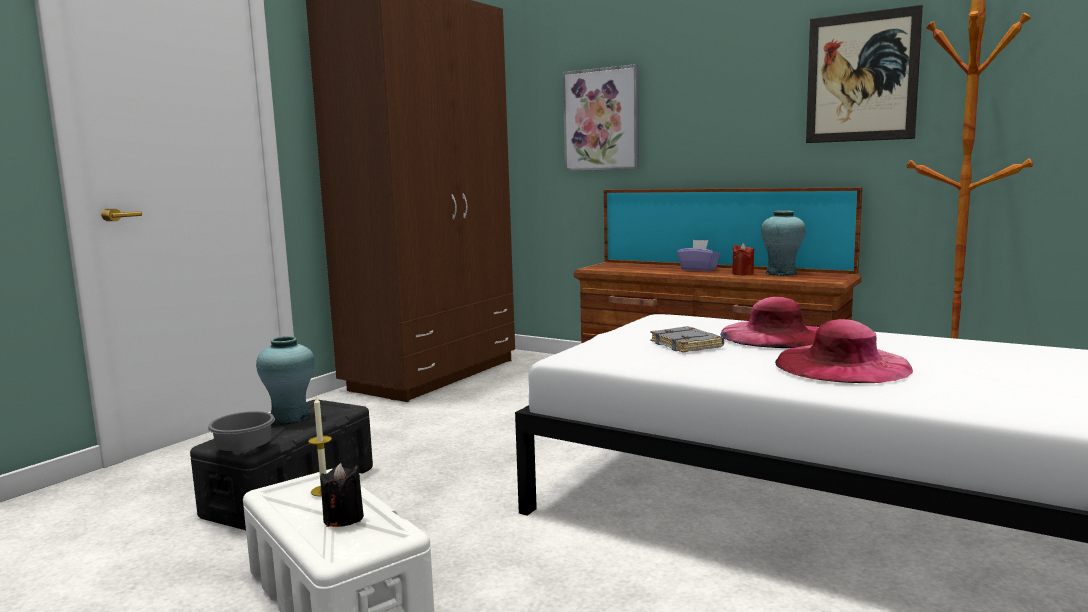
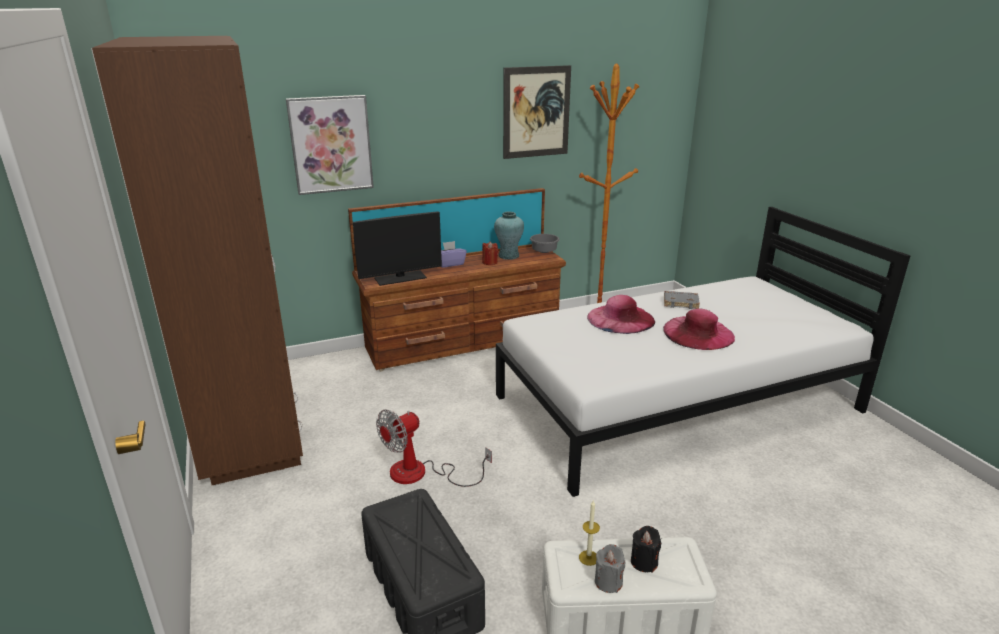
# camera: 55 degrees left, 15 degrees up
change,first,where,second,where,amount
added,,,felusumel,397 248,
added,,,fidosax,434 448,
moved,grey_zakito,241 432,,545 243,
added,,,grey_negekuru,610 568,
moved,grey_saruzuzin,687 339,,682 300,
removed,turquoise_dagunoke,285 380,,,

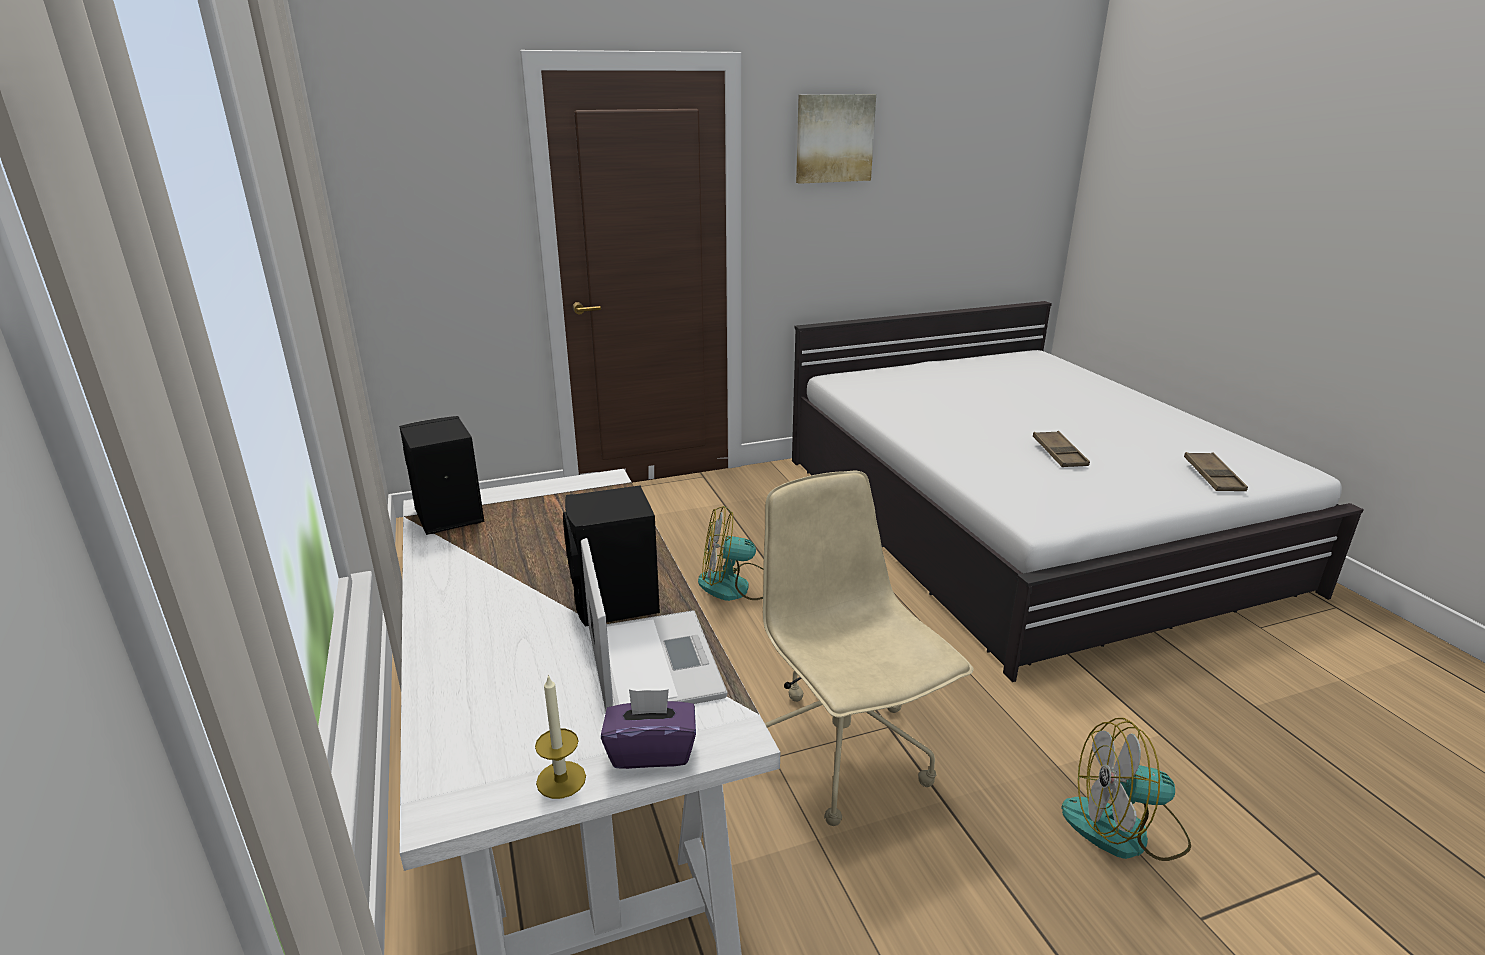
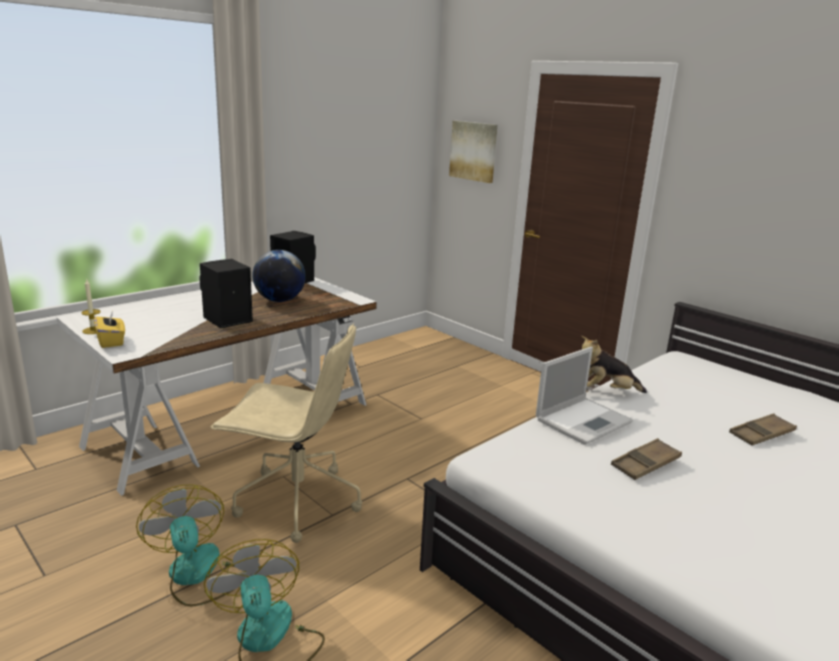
# camera: 65 degrees right, 5 degrees down
change,first,where,second,where,amount
recoloured,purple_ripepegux,648 729,yellow_ripepegux,109 329,
moved,fidosax,731 553,,185 545,
turned,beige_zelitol,868 648,,286 433,60 degrees clockwise
added,,,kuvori,279 276,
moved,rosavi,836 139,,473 152,
moved,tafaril,654 624,,584 396,
added,,,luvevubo,614 364,
moved,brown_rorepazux,1216 471,,763 429,

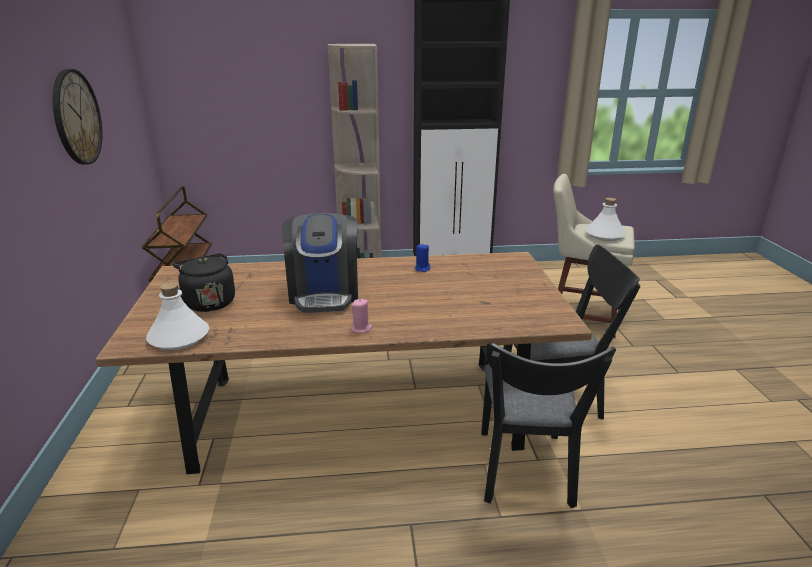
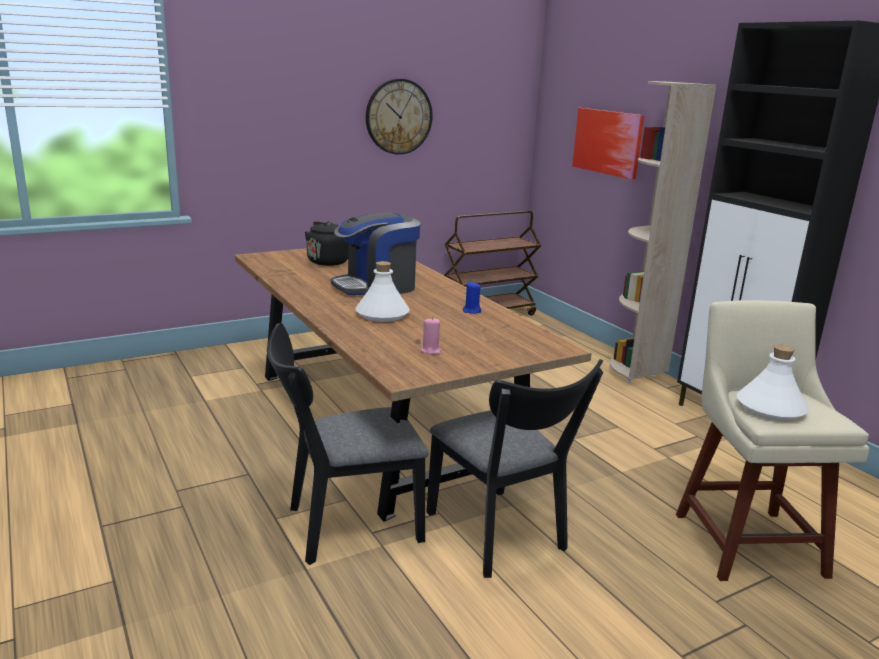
# camera: 65 degrees right, 5 degrees down
change,first,where,second,where,amount
moved,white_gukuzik,177 316,,382 291,
moved,pink_negekuru,361 316,,431 336,
added,,,rosavi,608 144,

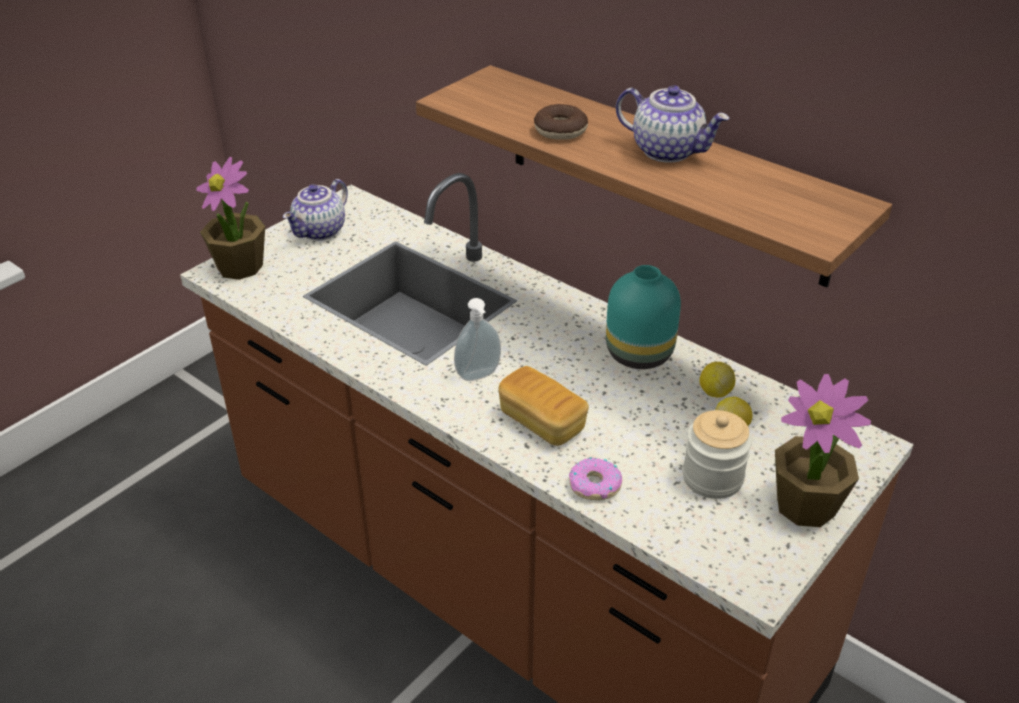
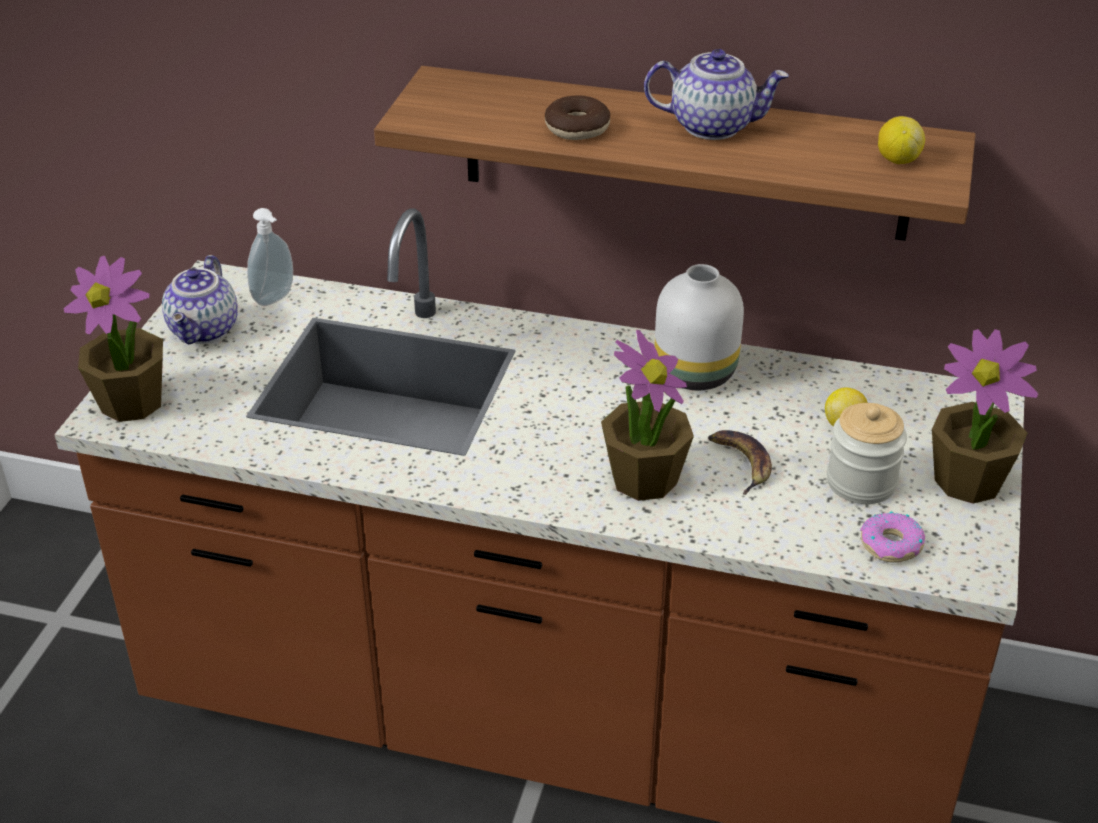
# camera: 25 degrees left, 0 degrees up
change,first,where,second,where,amount
moved,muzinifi,477 339,,270 257,
replaced,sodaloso,543 406,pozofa,647 415,
recoloured,turquoise_dagunoke,643 317,white_dagunoke,699 327,
added,,,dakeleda,740 462,
moved,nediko,595 479,,892 537,
moved,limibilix,717 379,,901 140,

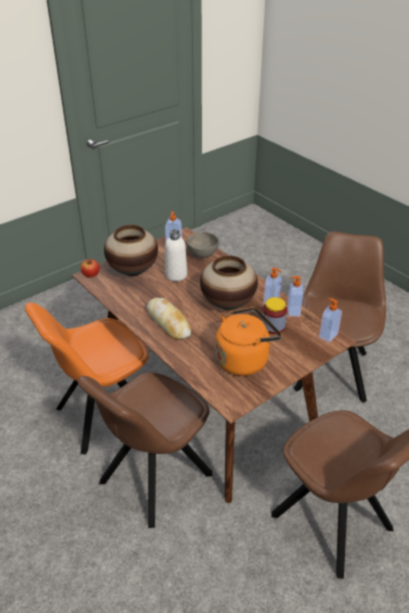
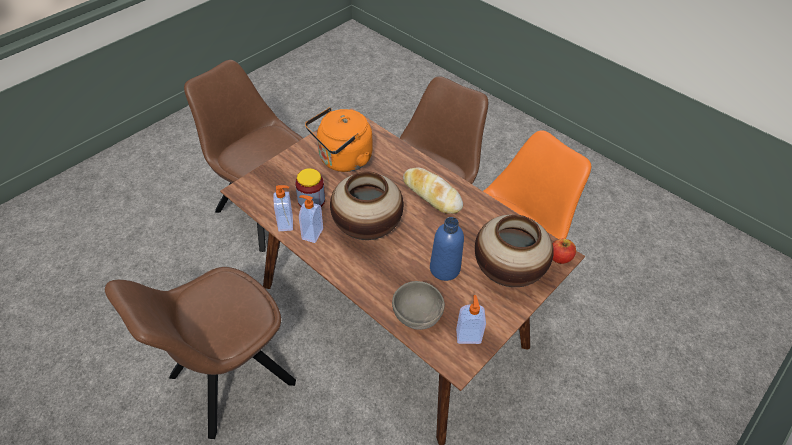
# camera: 170 degrees right, 10 degrees up
change,first,where,second,where,amount
turned,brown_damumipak,340 317,,200 353,45 degrees clockwise
recoloured,white_gukuzik,176 255,blue_gukuzik,447 249,
removed,muzinifi,330 320,,,

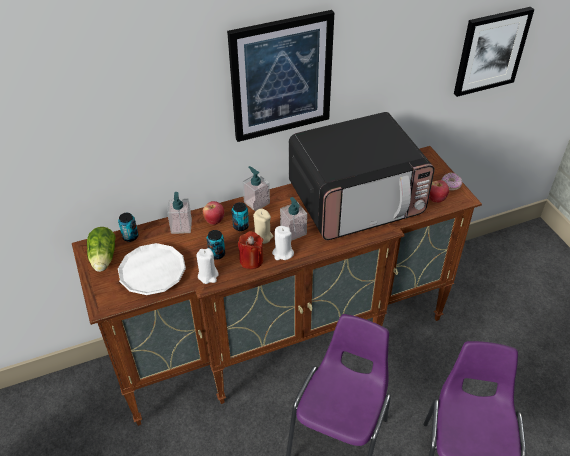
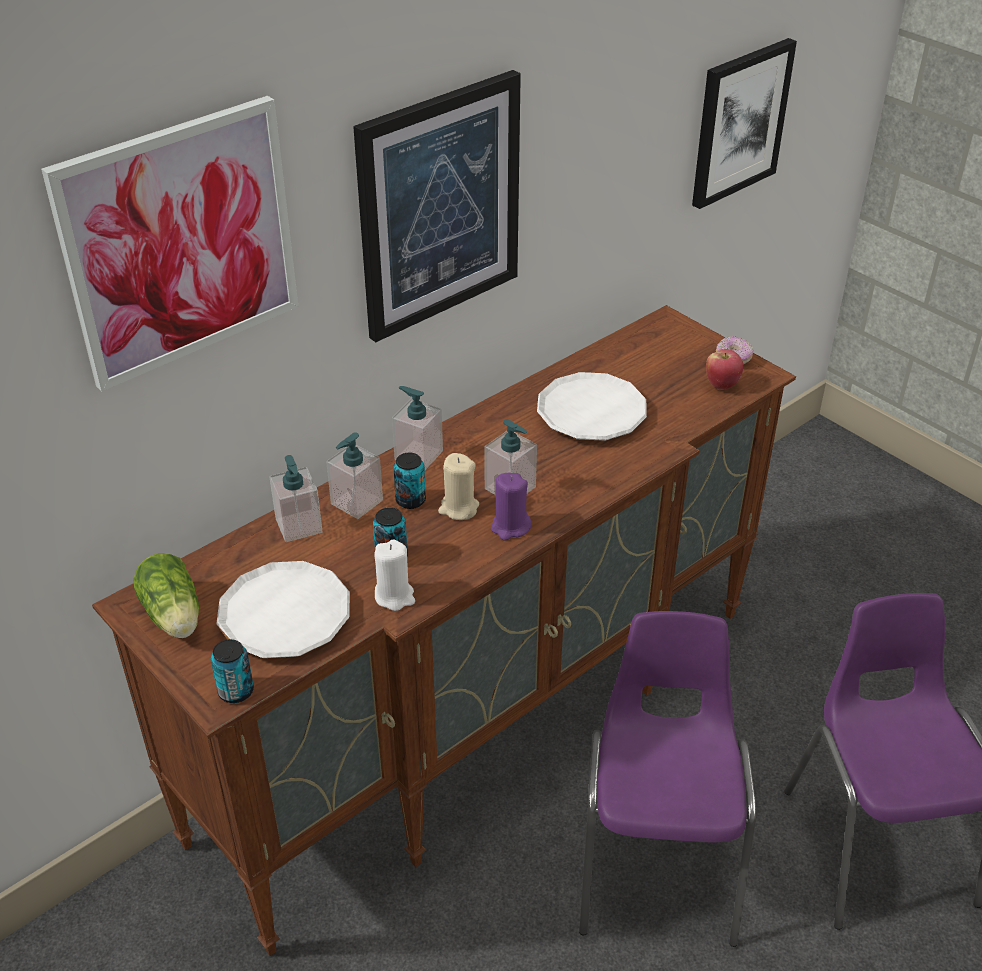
# camera: 20 degrees left, 5 degrees down
change,first,where,second,where,amount
added,,,rosavi,169 243,
moved,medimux,128 227,,232 671,
replaced,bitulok,213 213,muzinifi,354 475,
recoloured,white_negekuru,283 243,purple_negekuru,511 507,
replaced,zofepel,362 176,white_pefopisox,592 406,
removed,red_negekuru,251 250,,,

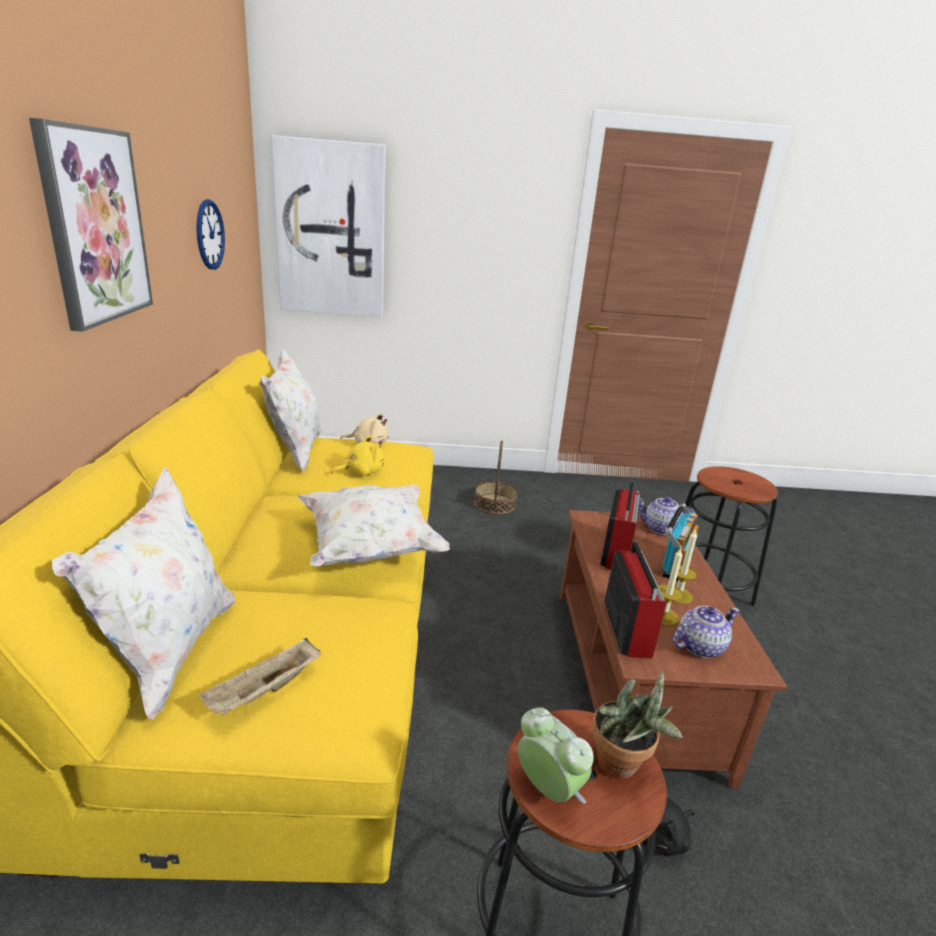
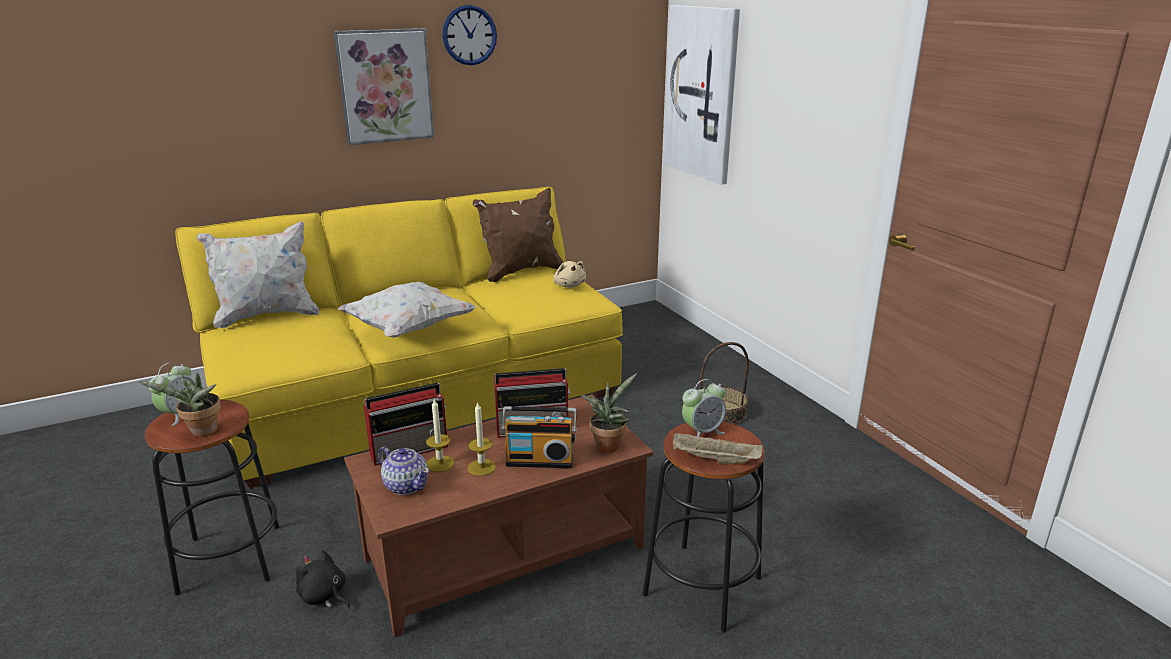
# camera: 65 degrees right, 0 degrees up
change,first,where,second,where,amount
moved,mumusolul,210 234,,469 35,
recoloured,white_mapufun,291 410,brown_mapufun,518 235,
replaced,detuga,667 516,pozofa,609 413,
moved,beige_rorepazux,260 677,,718 448,
added,,,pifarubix,704 408,
removed,yellow_luvevubo,358 455,,,

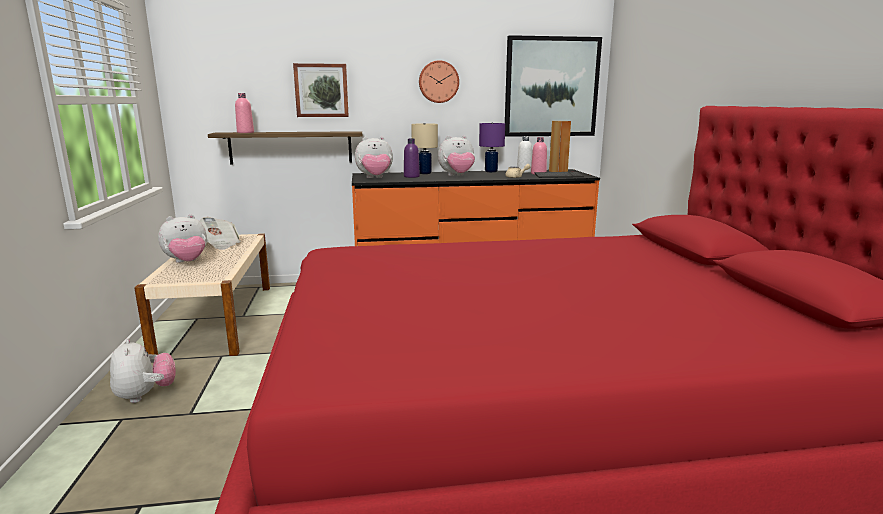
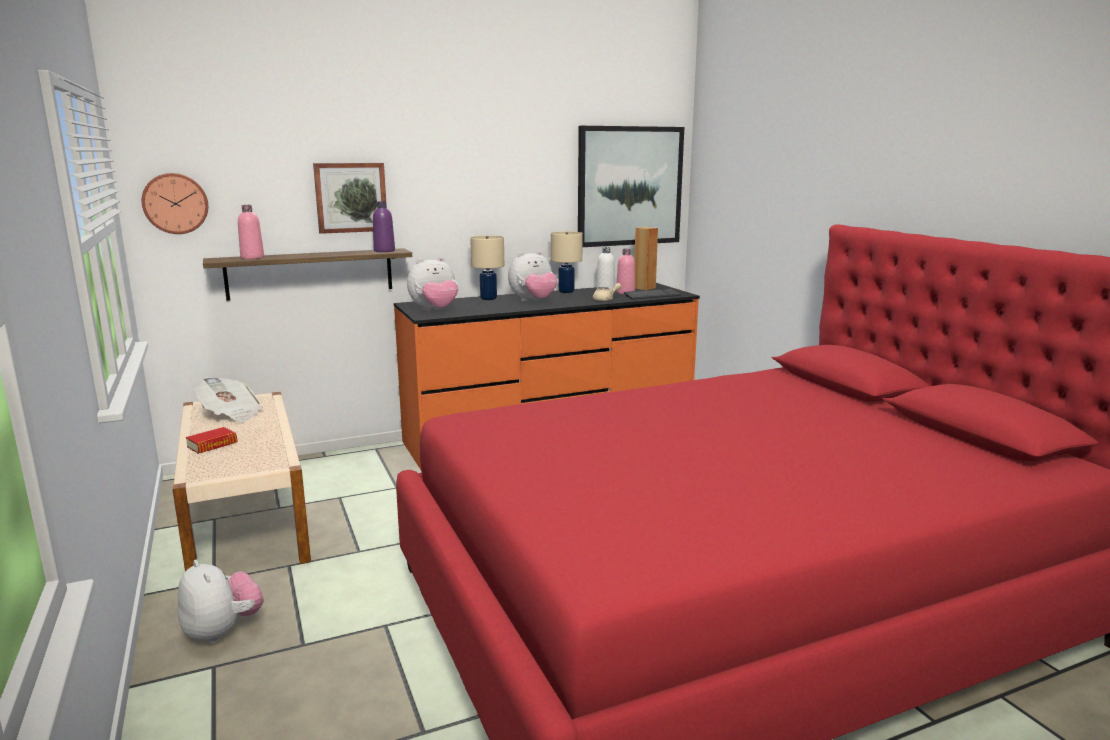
# camera: 15 degrees left, 0 degrees up
change,first,where,second,where,amount
moved,mumusolul,439 81,,175 203,
replaced,luvevubo,182 238,saruzuzin,211 440,
moved,purple_gukuzik,412 158,,384 226,
recoloured,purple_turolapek,492 147,beige_turolapek,567 262,

